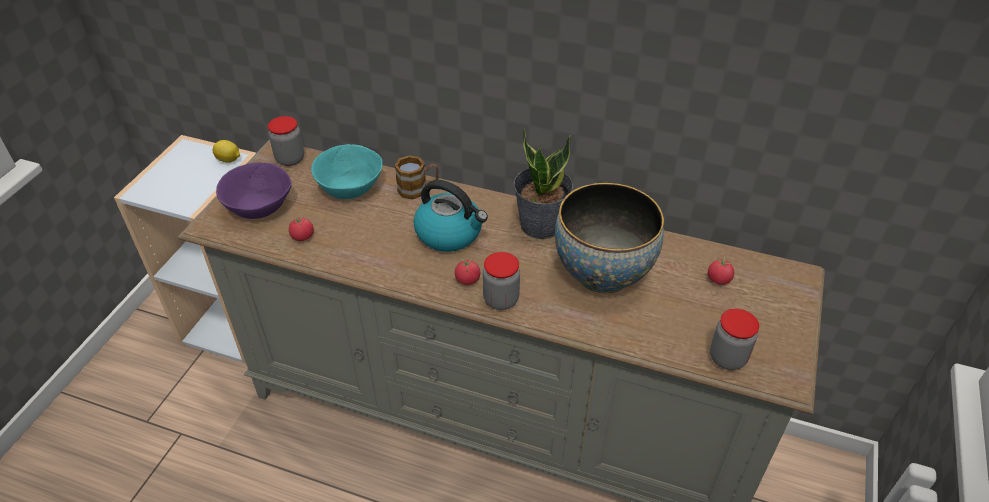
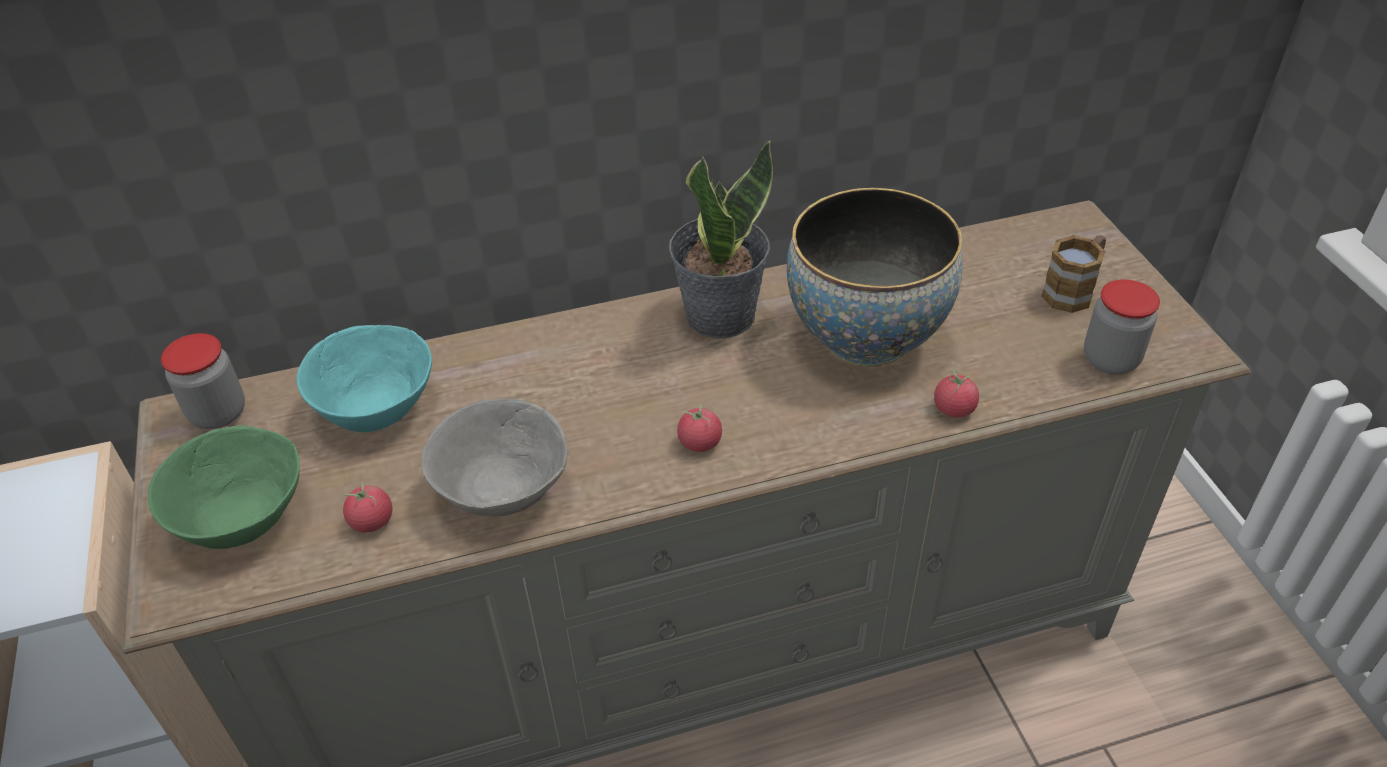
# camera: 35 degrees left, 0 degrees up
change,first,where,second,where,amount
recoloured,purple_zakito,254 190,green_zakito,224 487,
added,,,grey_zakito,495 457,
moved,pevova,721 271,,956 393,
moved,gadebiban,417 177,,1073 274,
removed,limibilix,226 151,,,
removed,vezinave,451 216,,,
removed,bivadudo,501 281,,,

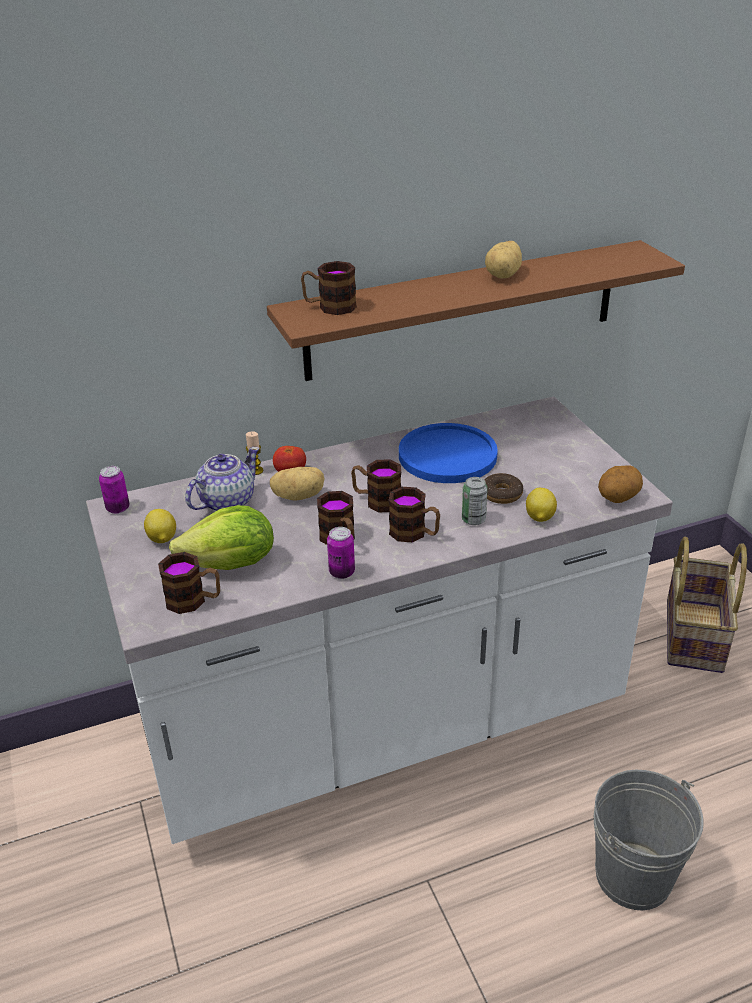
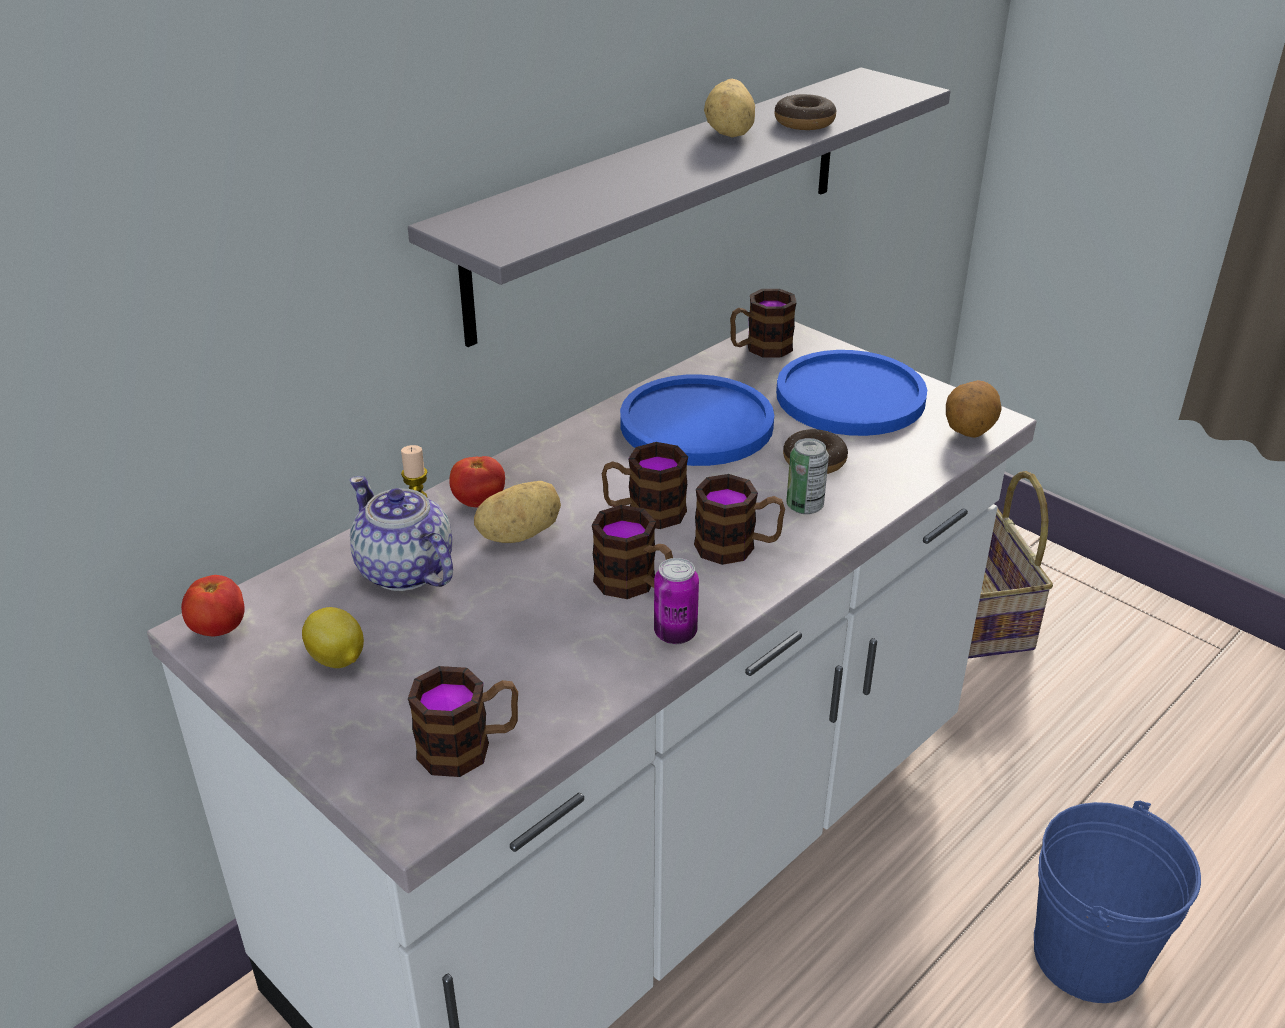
# camera: 25 degrees left, 0 degrees up
change,first,where,second,where,amount
replaced,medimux,114 490,pevova,213 605,
turned,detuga,222 479,,401 533,60 degrees counterclockwise
recoloured,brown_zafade,476 310,grey_zafade,679 207,
moved,gadebiban,329 288,,763 323,
added,,,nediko,805 112,
added,,,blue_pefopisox,851 393,
recoloured,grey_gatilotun,649 840,blue_gatilotun,1117 902,
removed,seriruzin,221 537,,,
removed,limibilix,541 505,,,

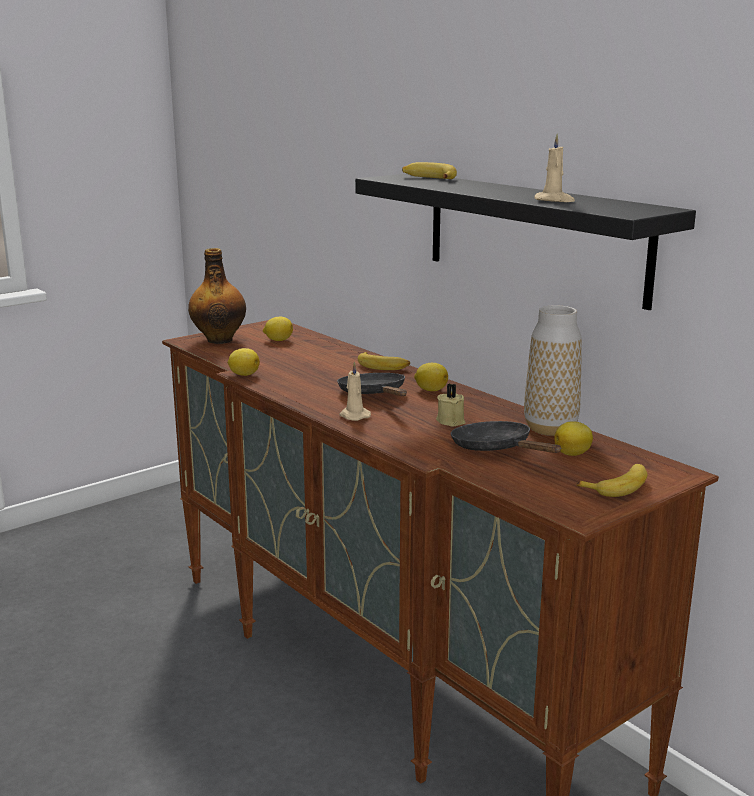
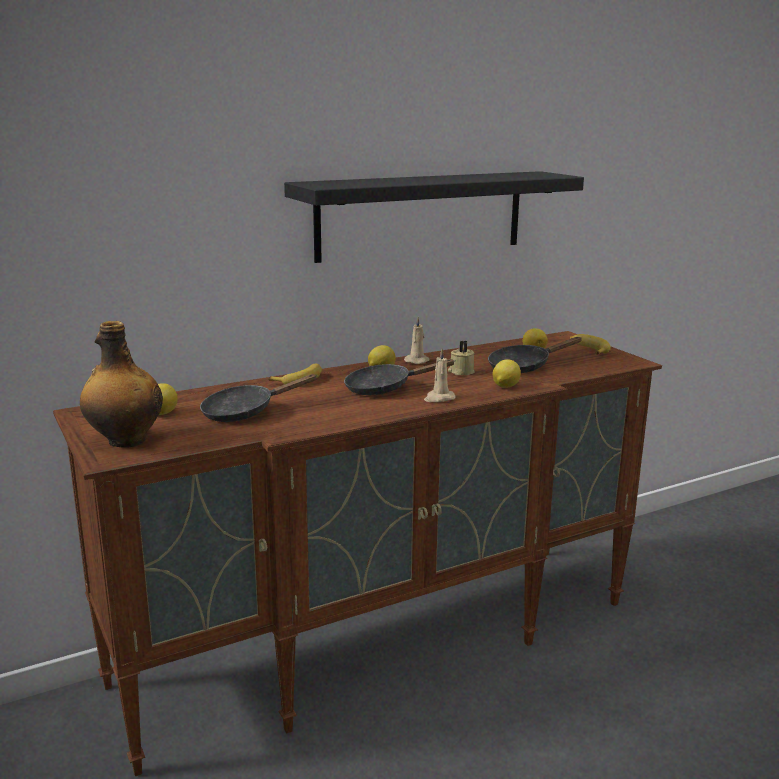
# camera: 80 degrees left, 0 degrees up
change,first,where,second,where,amount
added,,,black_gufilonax,259 398,
moved,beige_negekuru,554 168,,417 340,
moved,limibilix,244 362,,506 373,
removed,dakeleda,429 170,,,
removed,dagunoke,553 370,,,

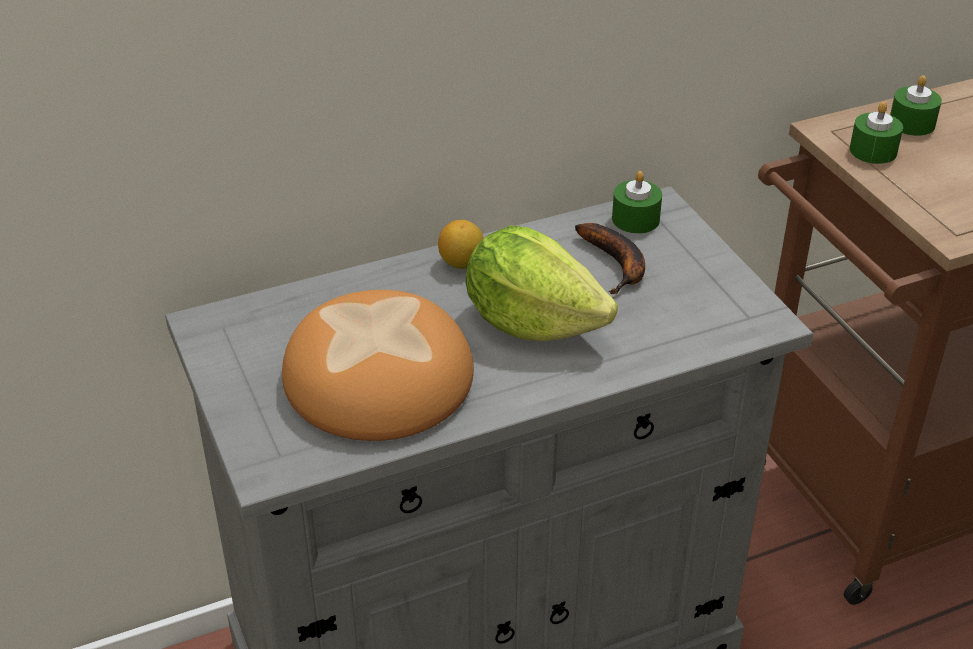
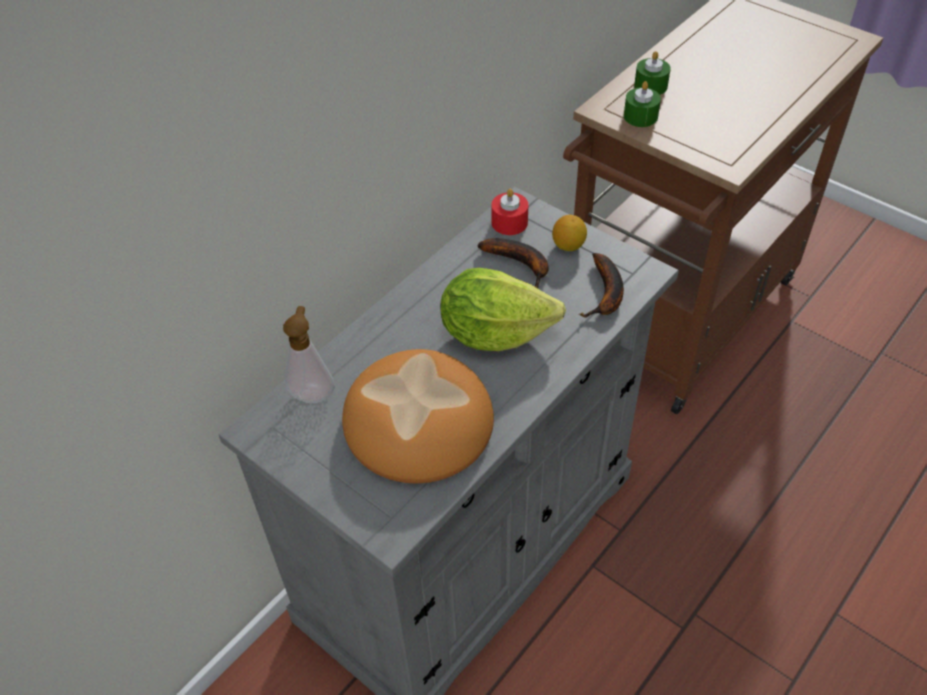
# camera: 25 degrees left, 10 degrees up
change,first,where,second,where,amount
added,,,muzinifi,309 354,
recoloured,green_negekuru,637 202,red_negekuru,509 212,
moved,limibilix,460 244,,569 233,
added,,,dakeleda,601 285,

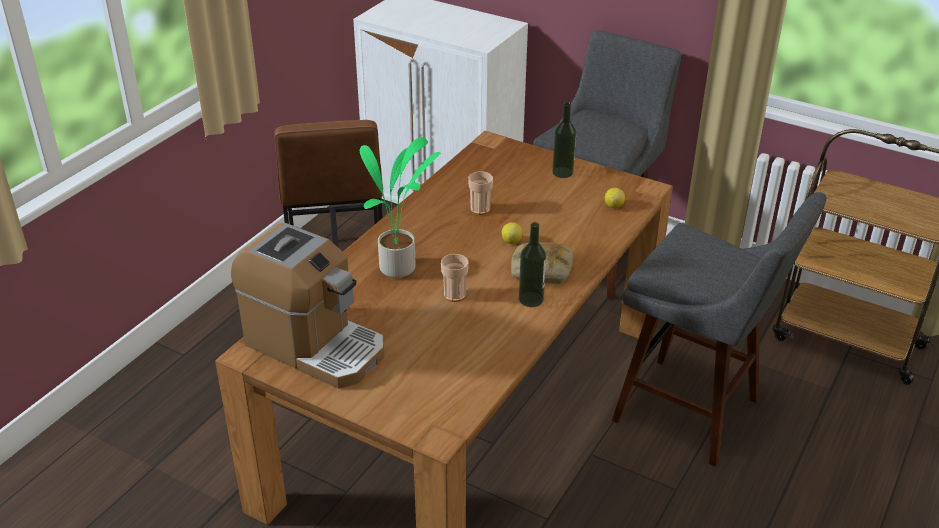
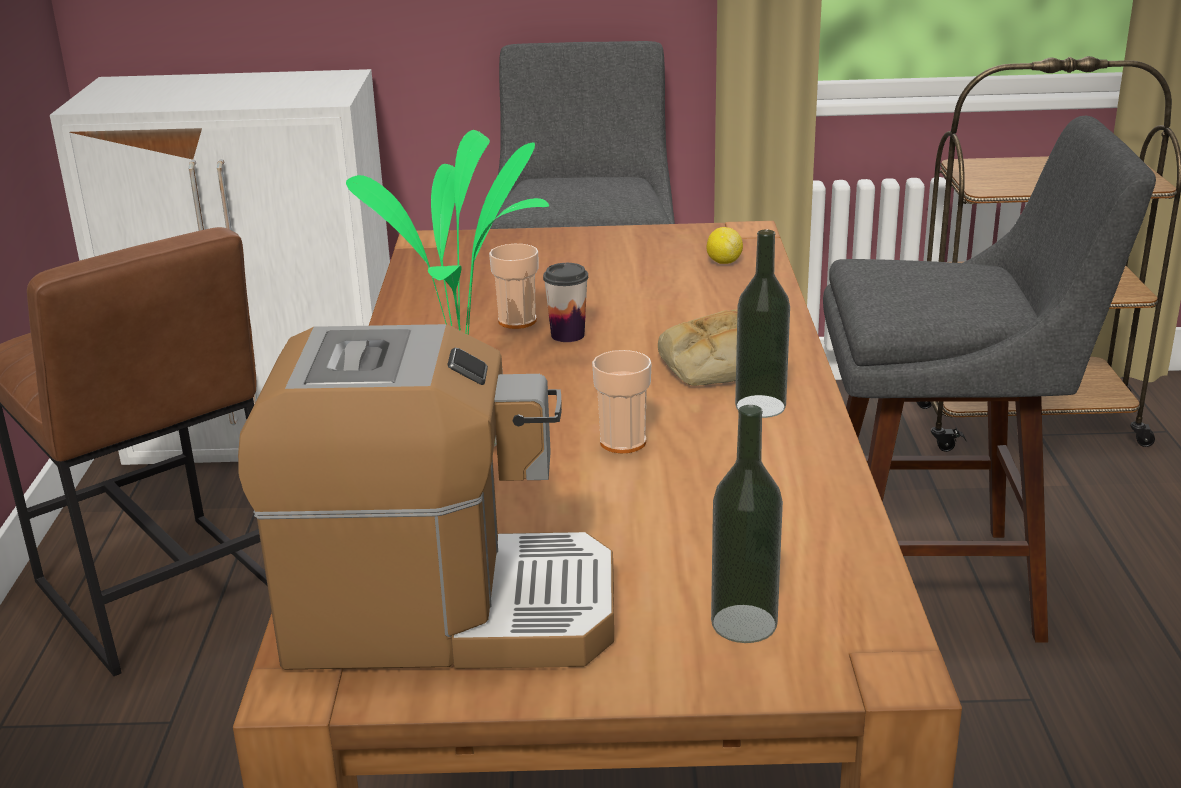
# camera: 30 degrees left, 10 degrees down
change,first,where,second,where,amount
added,,,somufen,565 302,
moved,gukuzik,564 140,,747 524,
removed,limibilix,512 233,,,

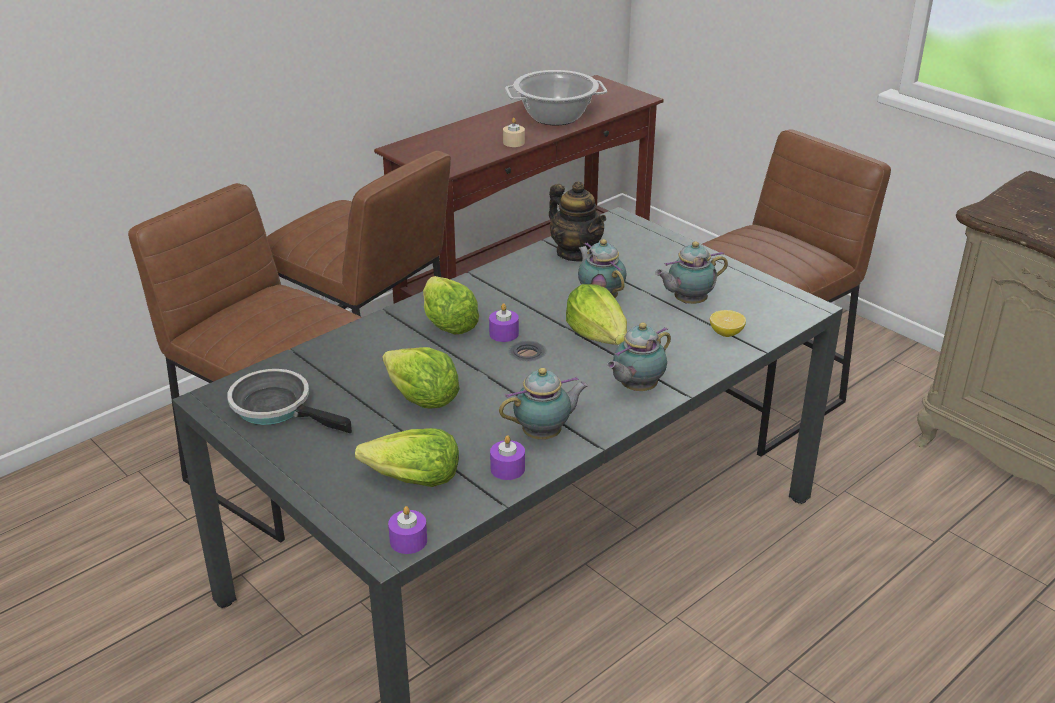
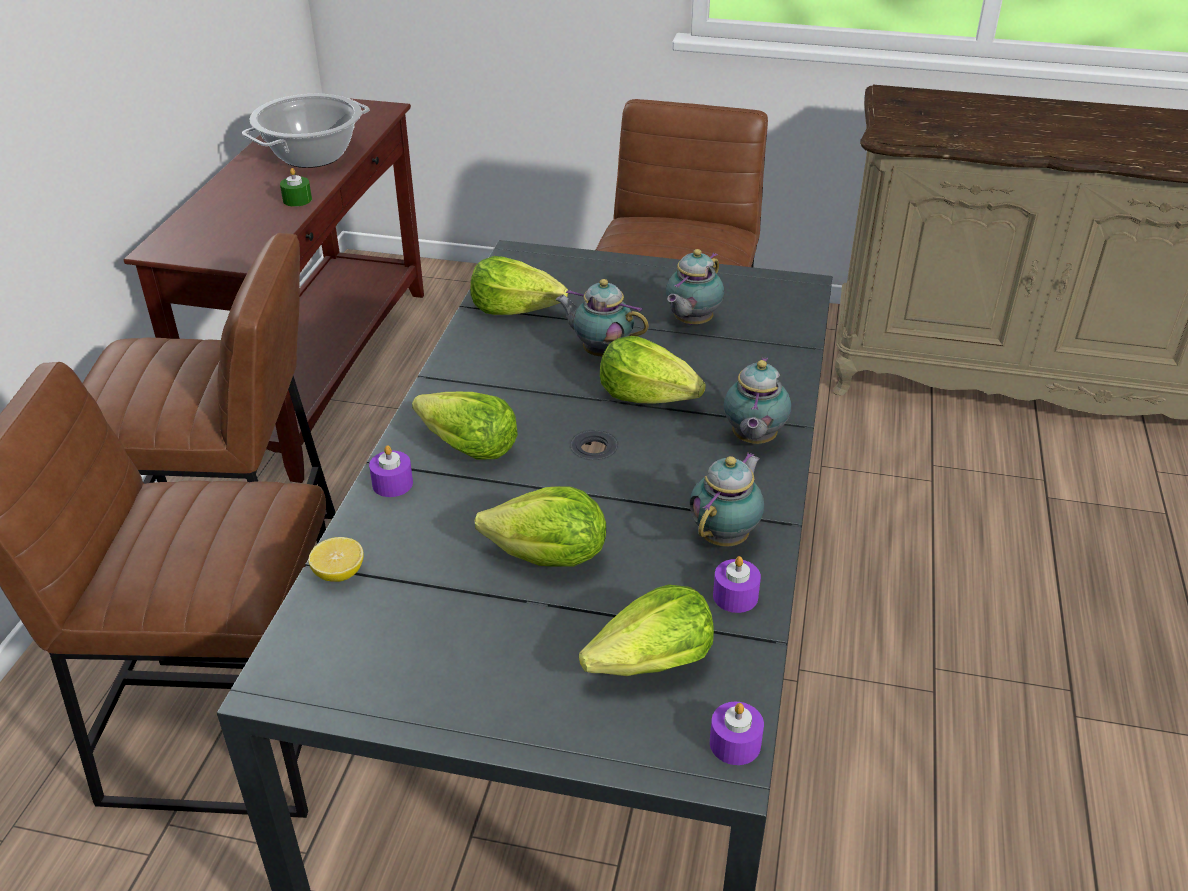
# camera: 35 degrees left, 5 degrees up
change,first,where,second,where,amount
recoloured,beige_negekuru,514 132,green_negekuru,296 187,
moved,limibilix,728 323,,336 559,
moved,purple_negekuru,504 322,,391 471,
replaced,detuga,577 221,seriruzin,519 285,
removed,gufilonax,289 401,,,

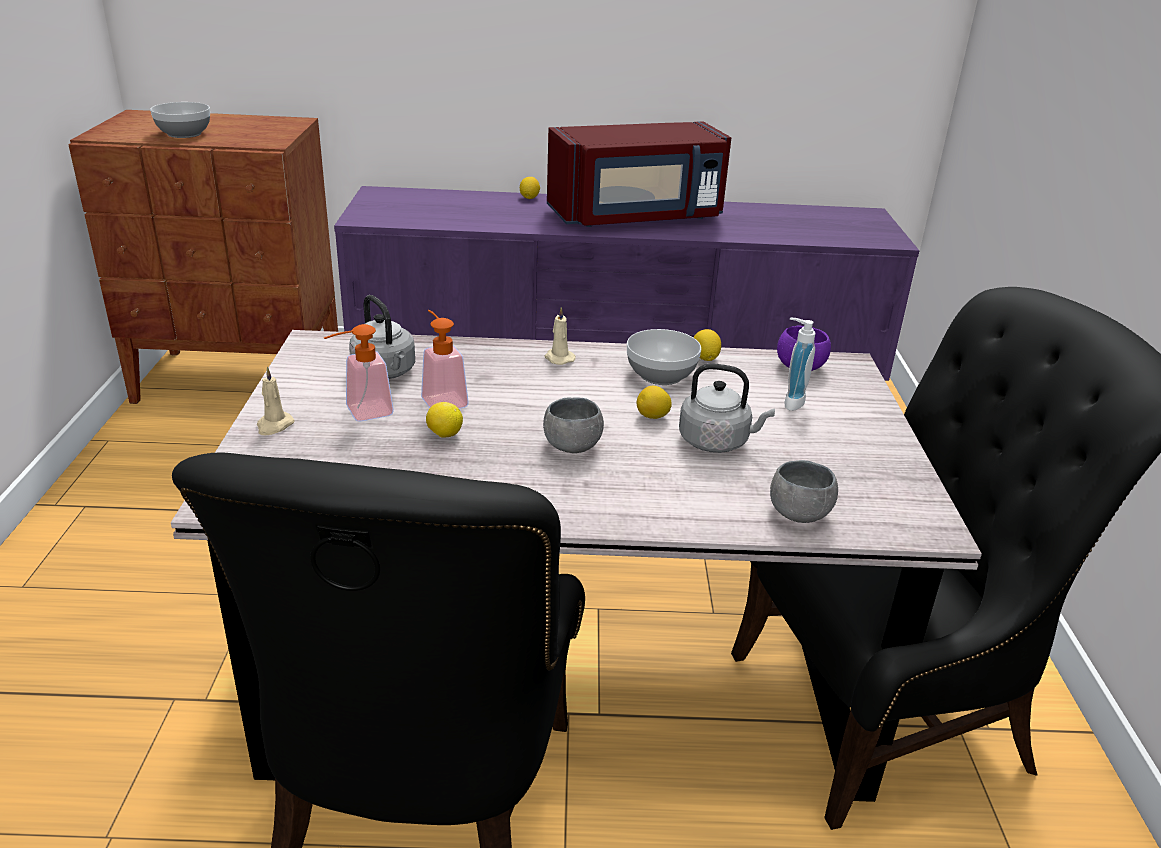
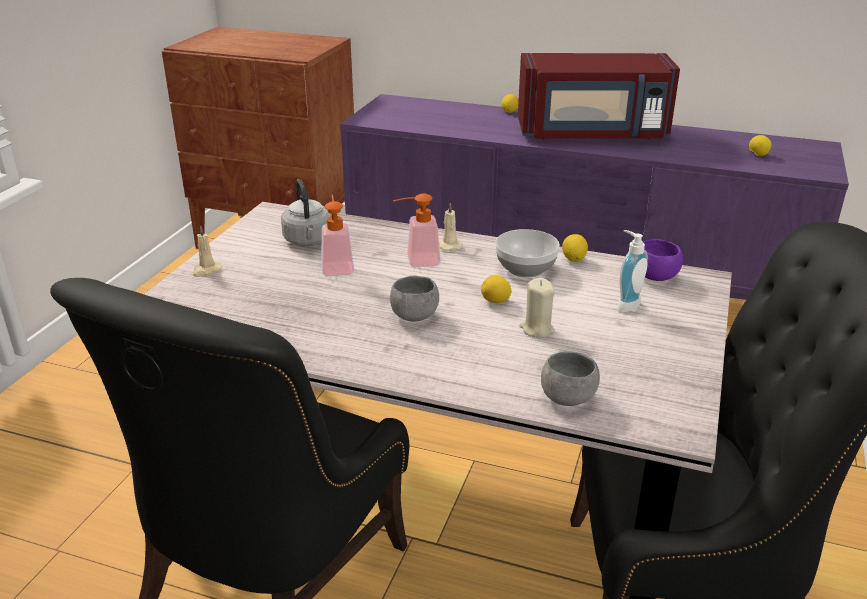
# camera: 20 degrees right, 0 degrees up
change,first,where,second,where,amount
moved,muzinifi,359 372,,417 230,
replaced,grey_vezinave,727 408,beige_negekuru,537 308,
moved,limibilix,444 420,,760 145,
removed,zakito,180 120,,,

